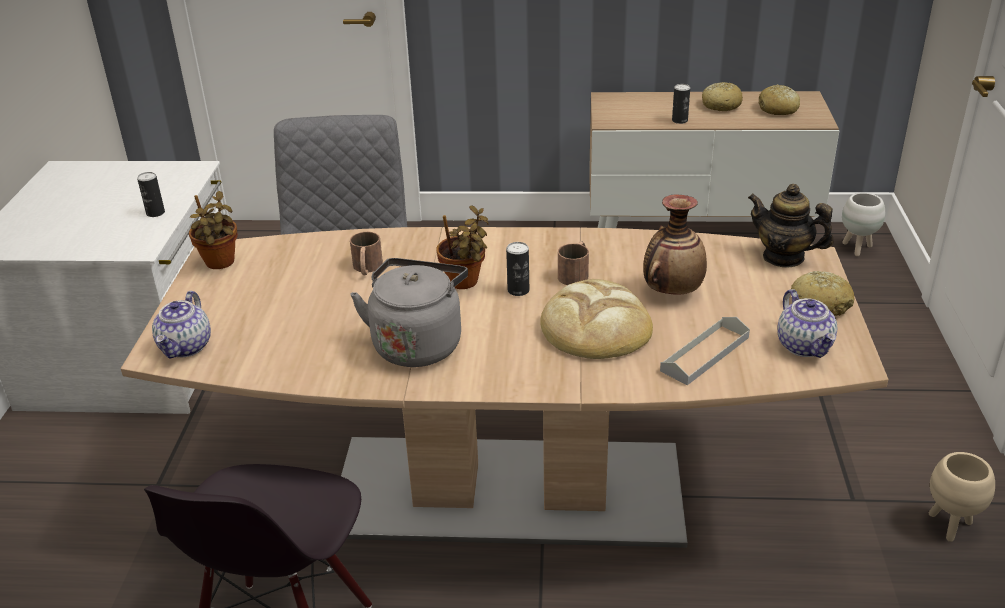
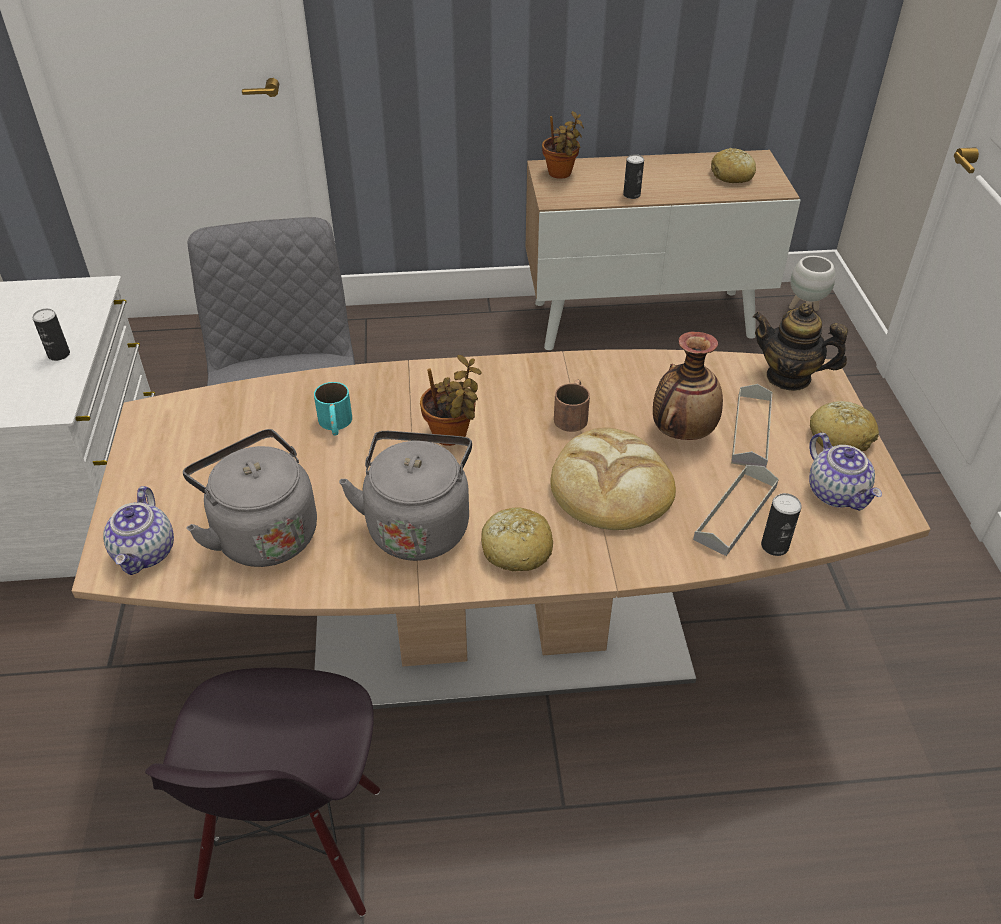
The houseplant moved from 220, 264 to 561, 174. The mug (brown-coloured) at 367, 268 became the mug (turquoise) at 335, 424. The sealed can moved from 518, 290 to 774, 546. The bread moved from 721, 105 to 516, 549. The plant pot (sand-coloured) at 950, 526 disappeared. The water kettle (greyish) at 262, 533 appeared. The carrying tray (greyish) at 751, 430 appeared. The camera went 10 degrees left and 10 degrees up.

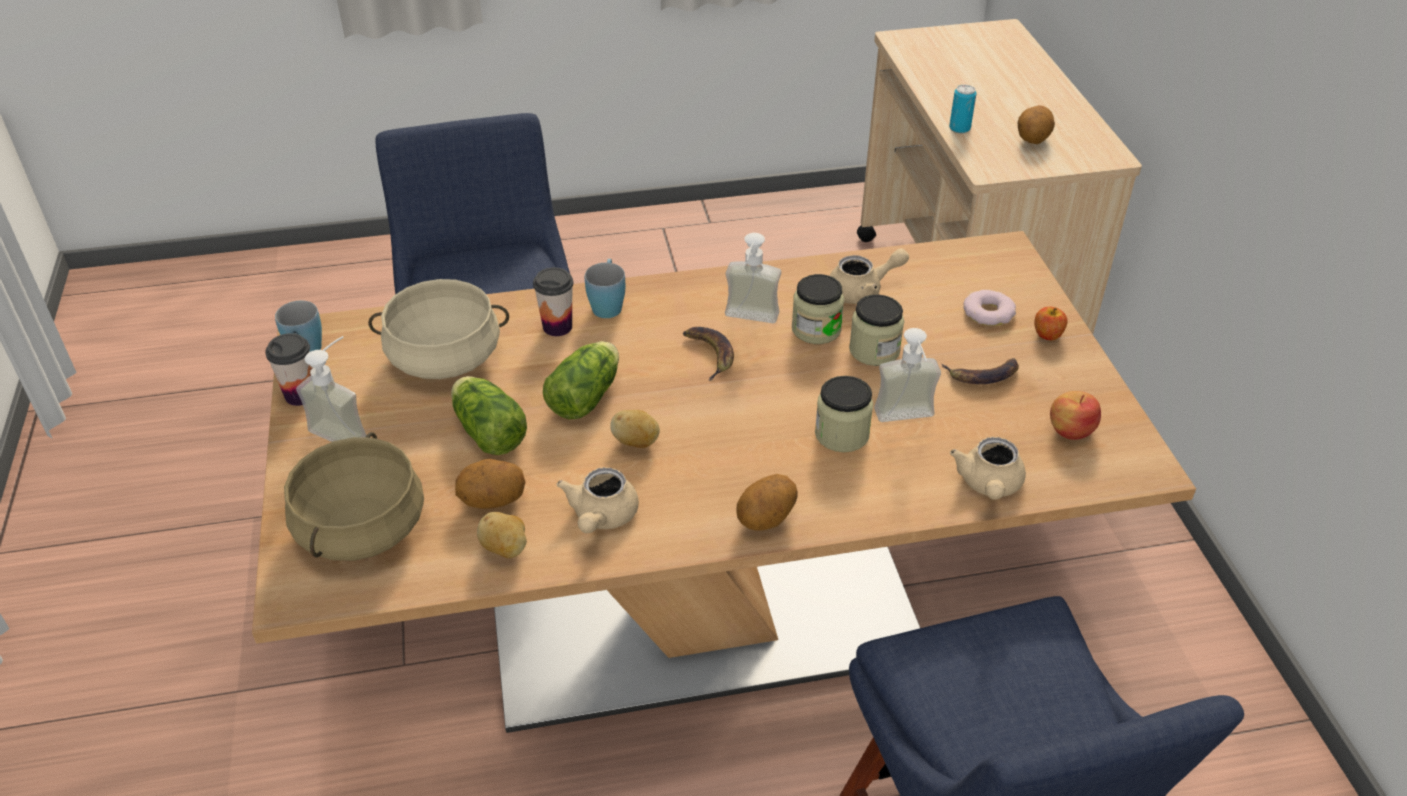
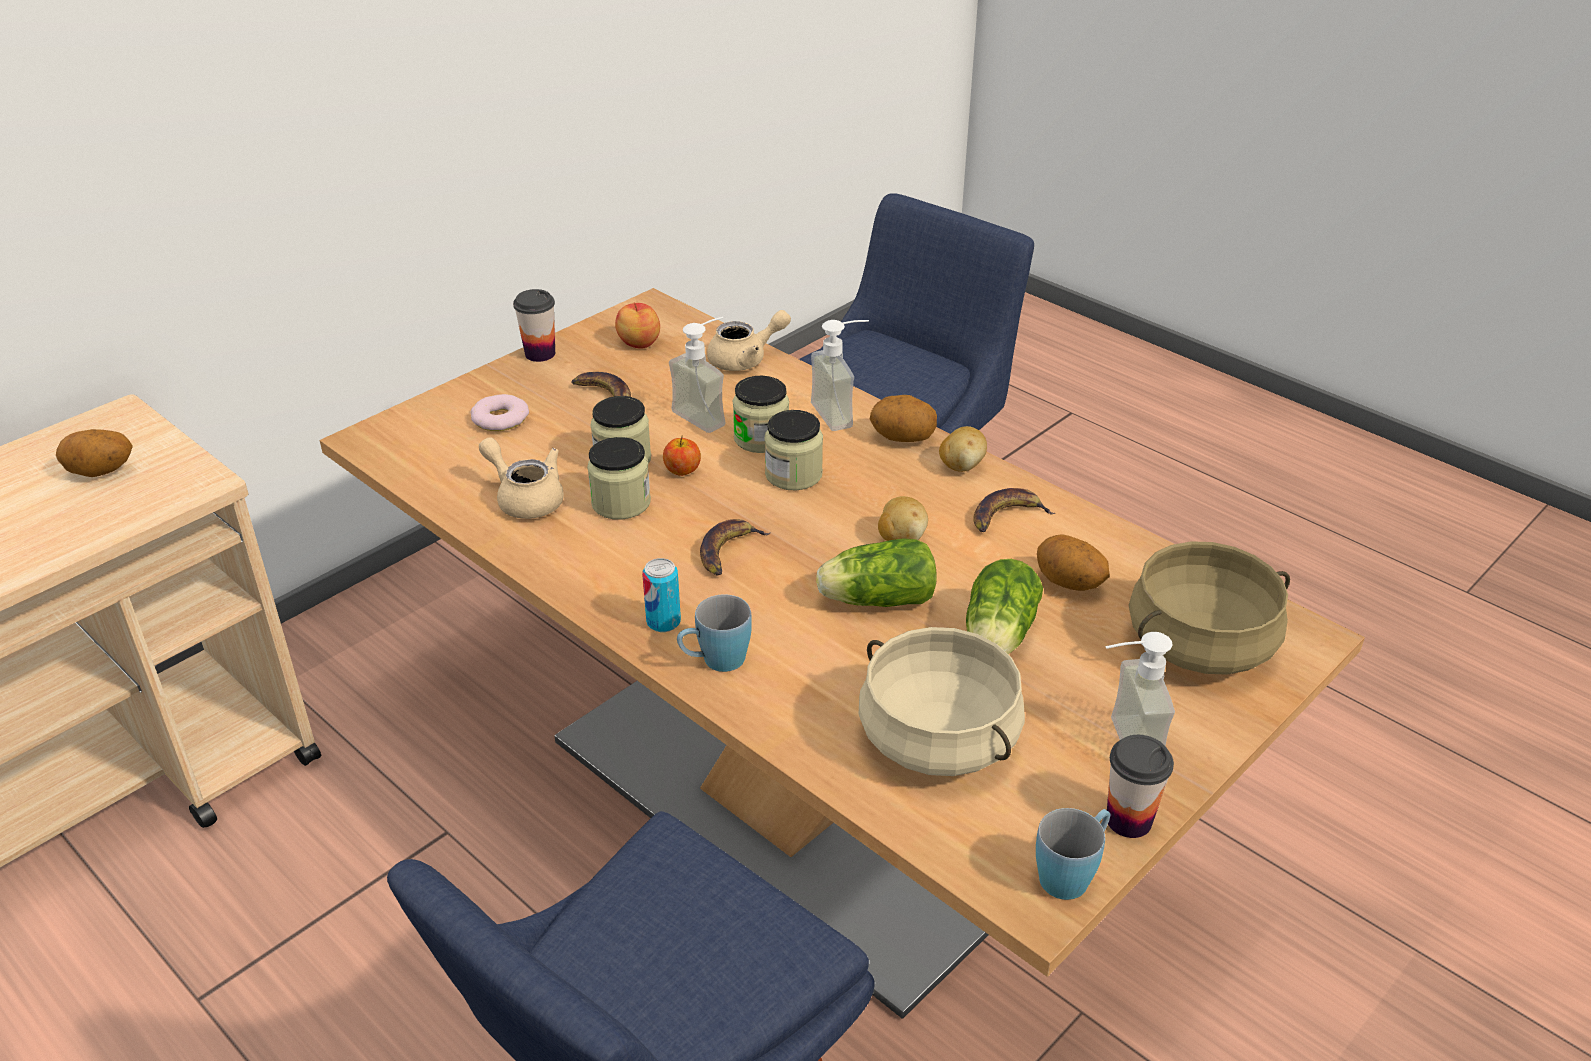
The whole potato moved from 505, 549 to 961, 466. The drinking cup moved from 557, 327 to 540, 354. The teapot (sand-coloured) at 601, 517 was replaced by the whole banana at 1006, 516. The soap dispenser moved from 749, 321 to 843, 413. The sealed can moved from 959, 128 to 663, 622. The whole apple moved from 1047, 335 to 682, 470. The preserve jar at 793, 474 appeared. The camera went 125 degrees left and 5 degrees down.

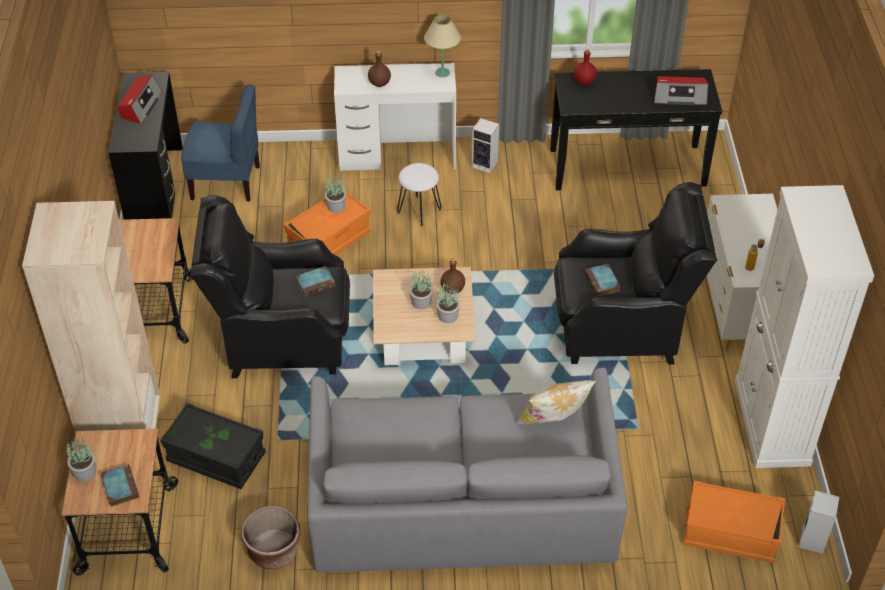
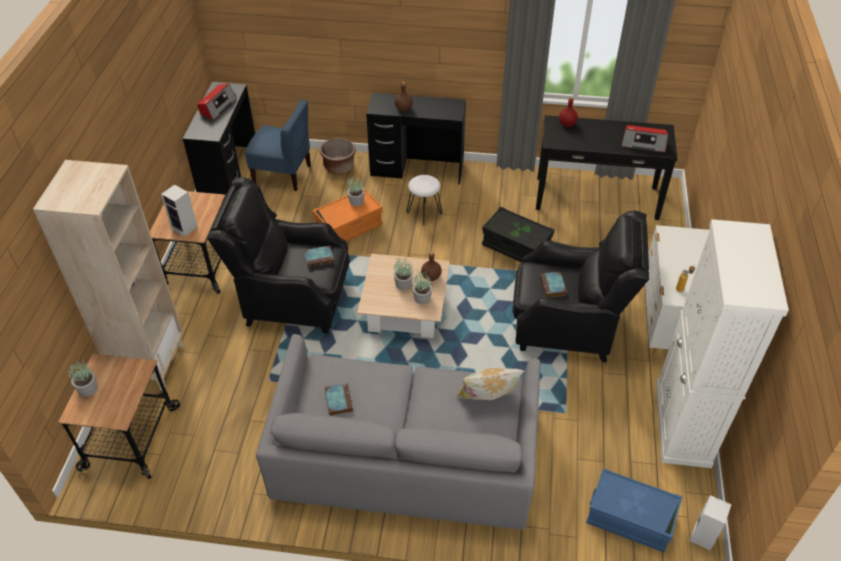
The book moved from 120, 487 to 338, 400. The storage container (blackish) moved from 216, 458 to 516, 247. The plant pot (brown-coloured) moved from 273, 551 to 339, 167. The desk (white-coloured) at 397, 155 became the desk (blackish) at 417, 169. The tabletop lamp (sand-coloured) at 442, 72 disappeared. The audio speaker moved from 485, 164 to 185, 228. The storage container (orangey) at 730, 533 became the storage container (blue-coloured) at 630, 519. The camera went 10 degrees right and 0 degrees up.

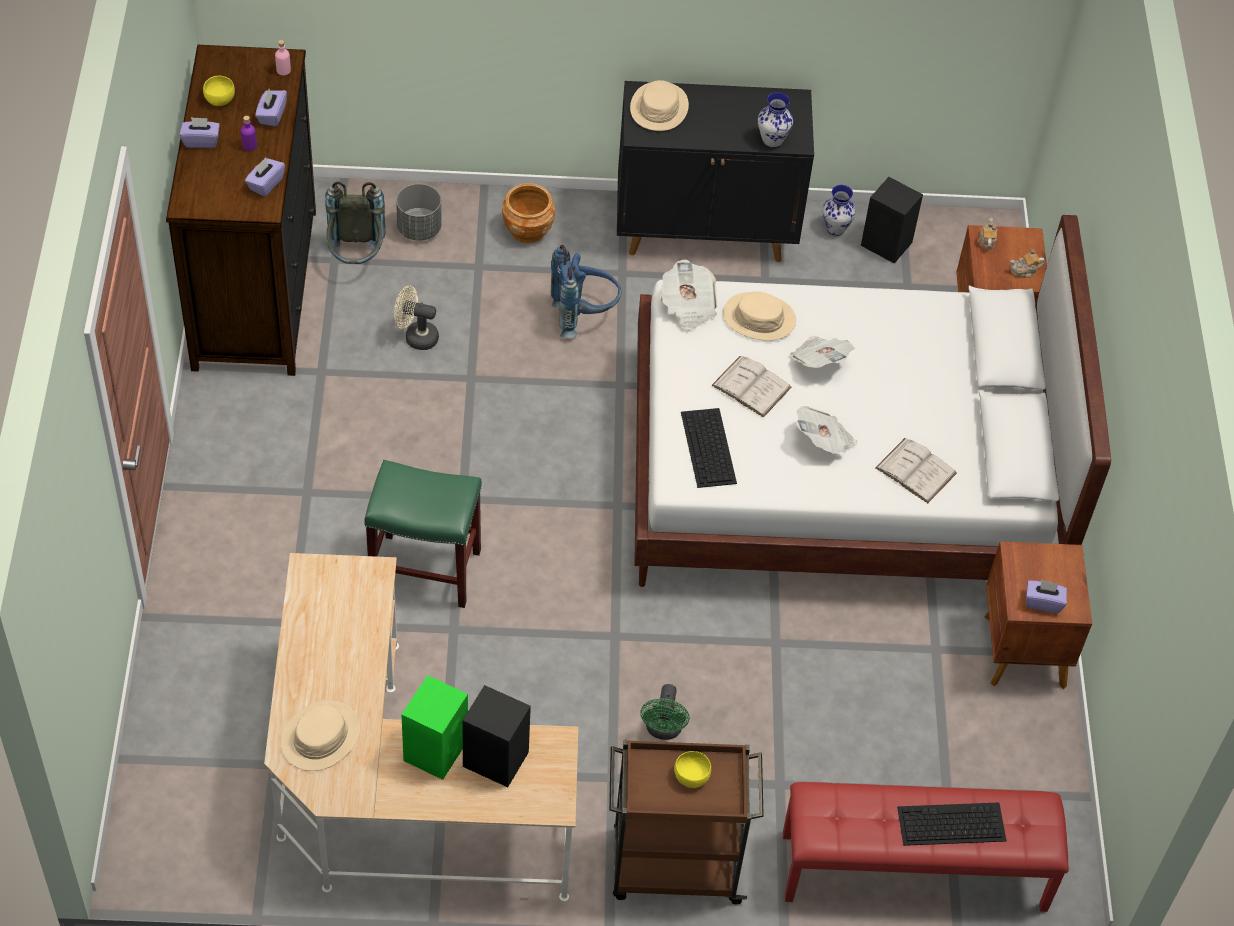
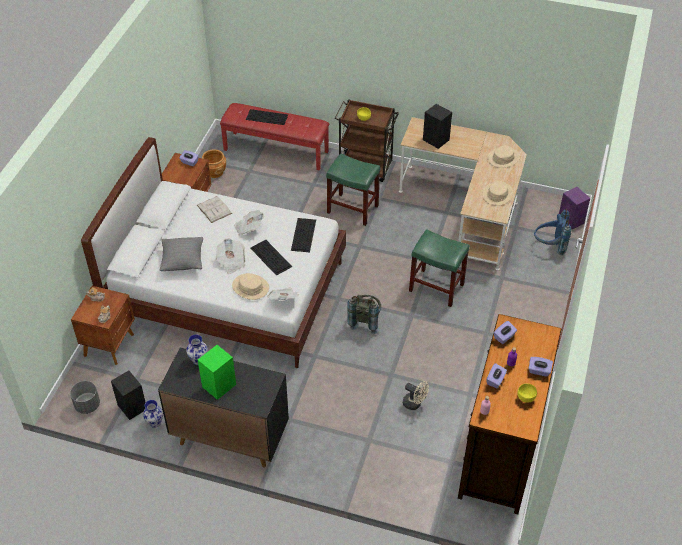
The backpack (greyish) moved from 356, 259 to 365, 321. The plant pot (greyish) moved from 419, 229 to 87, 405. The audio speaker (green-coloured) moved from 436, 749 to 218, 386. The plant pot (brown-coloured) moved from 527, 230 to 215, 172. The backpack (blue-coloured) moved from 583, 315 to 549, 246. The hat (sand-coloured) moved from 659, 108 to 497, 194. The fan (green-coloured) at 663, 730 was replaced by the stool (green-coloured) at 352, 209. The book (white-coloured) at 751, 386 was replaced by the keyboard at 270, 257. The throw pillow (greyish) at 183, 262 appeared. The audio speaker (purple) at 571, 221 appeared. The camera went 160 degrees left and 5 degrees down.

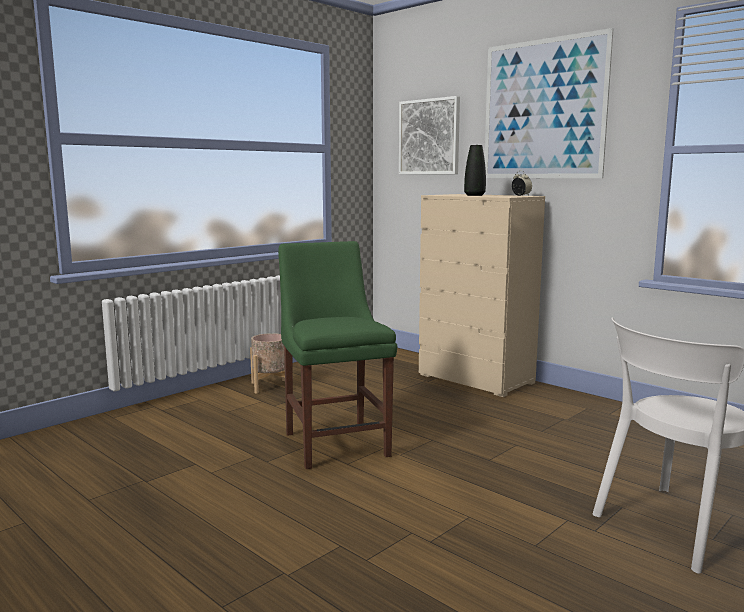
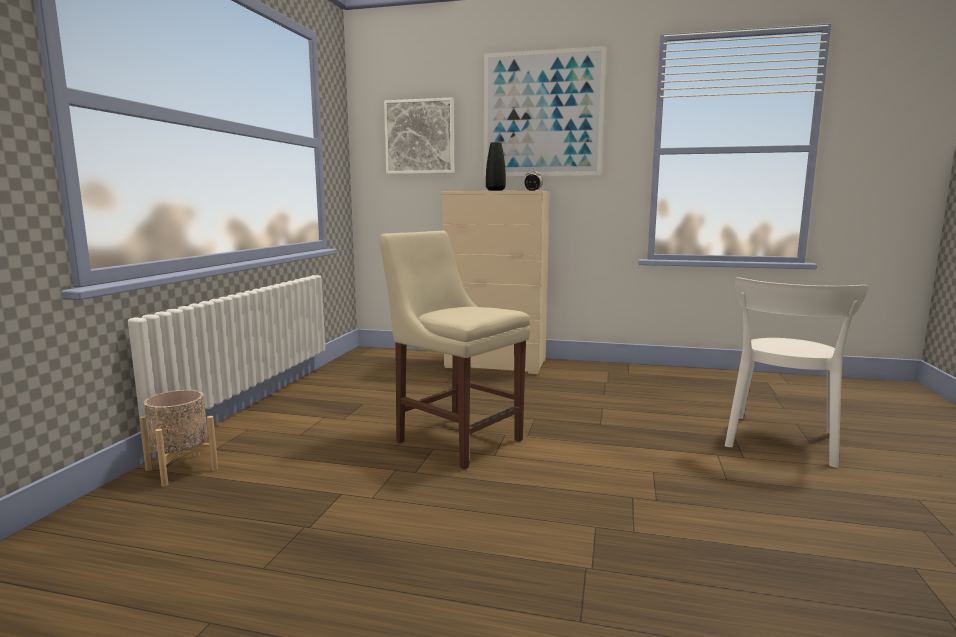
The plant pot (sand-coloured) moved from 270, 386 to 181, 469. The chair (green-coloured) at 335, 442 became the chair (sand-coloured) at 455, 439. The camera went 30 degrees left and 0 degrees up.

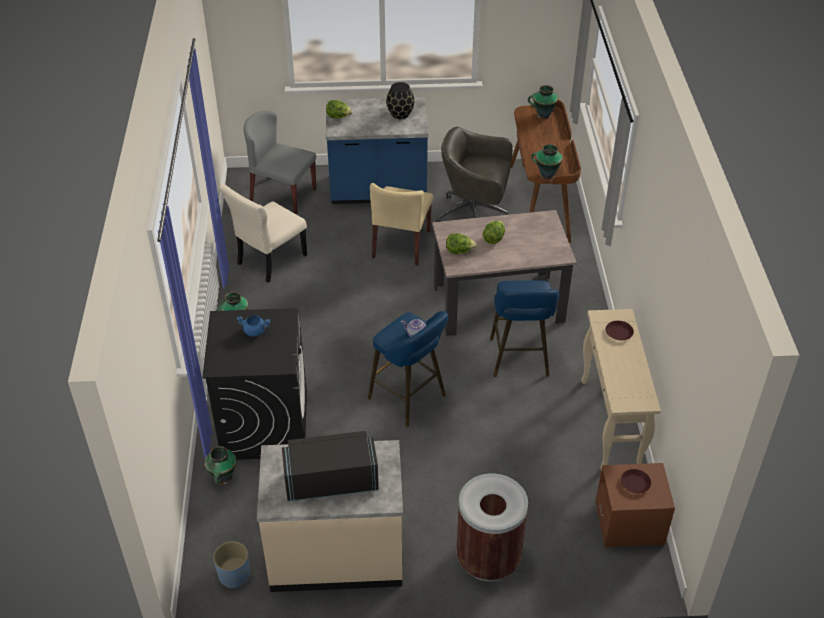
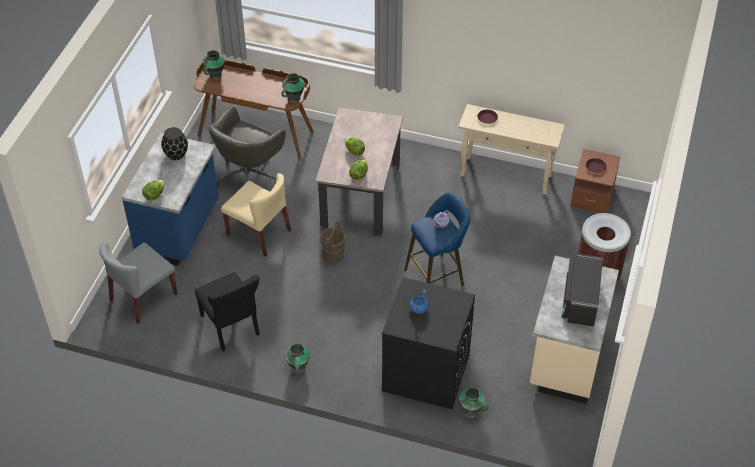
The plant pot (blue-coloured) at 234, 575 disappeared. The chair (sand-coloured) at 269, 261 became the chair (blackish) at 231, 327. The stool (blue-coloured) at 519, 360 disappeared. The water bucket (brown-coloured) at 333, 255 appeared. The camera went 70 degrees left and 5 degrees up.

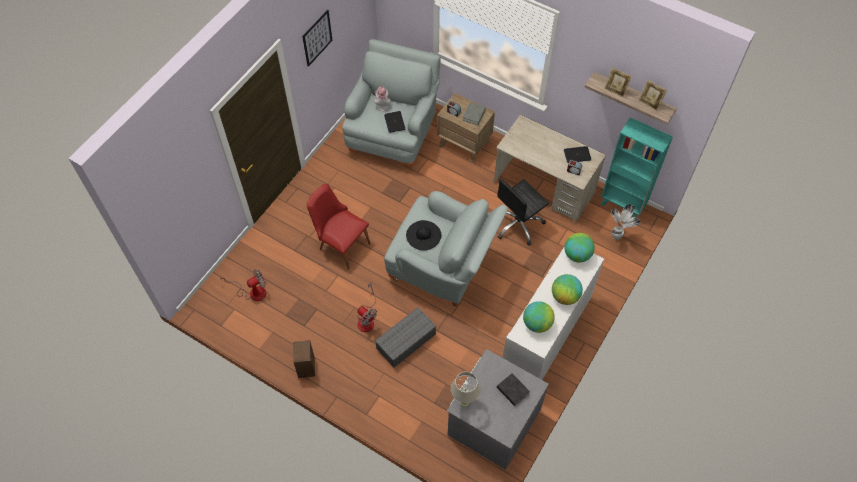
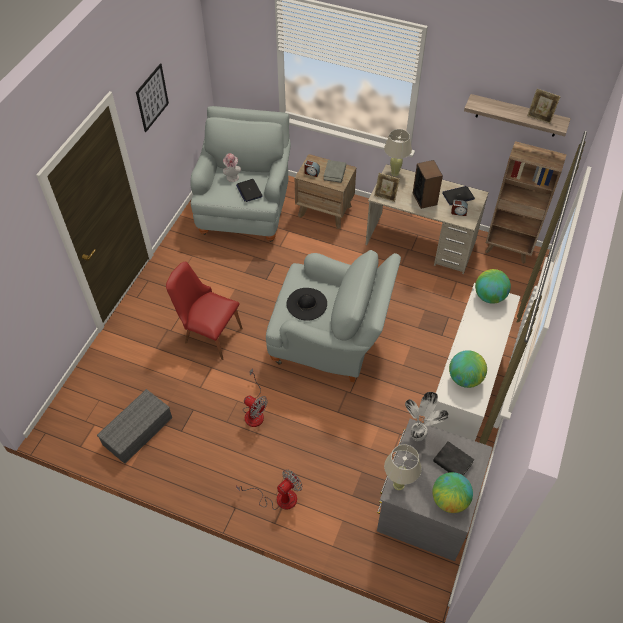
The fan moved from 252, 292 to 278, 498. The audio speaker moved from 306, 366 to 424, 198. The storage container (greyish) moved from 406, 342 to 137, 432. The desk chair (blackish) at 518, 224 disappeared. The world globe moved from 565, 296 to 449, 500. The shelving unit (turquoise) at 622, 205 became the shelving unit (brown-coloured) at 508, 250. The picture frame moved from 615, 90 to 385, 196. The houseplant moved from 617, 237 to 418, 437. The tabletop lamp (sand-coloured) at 394, 173 appeared. The camera went 10 degrees left and 5 degrees down.

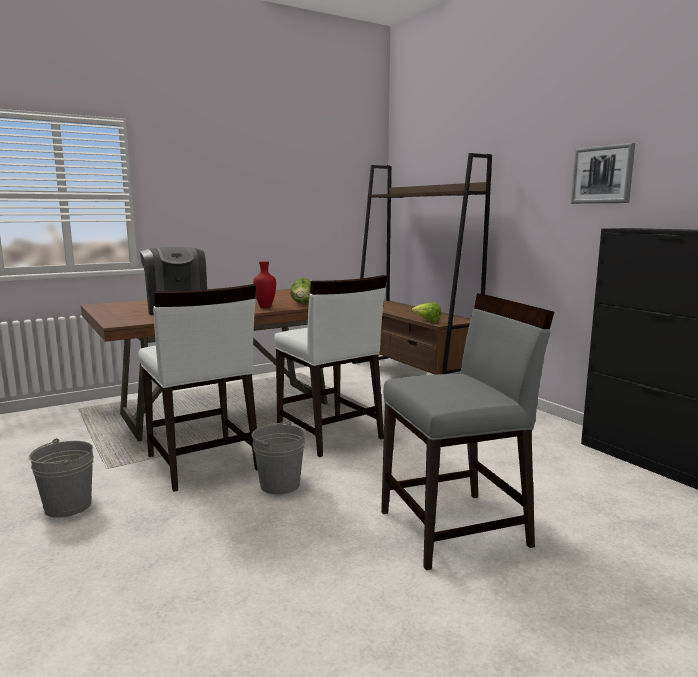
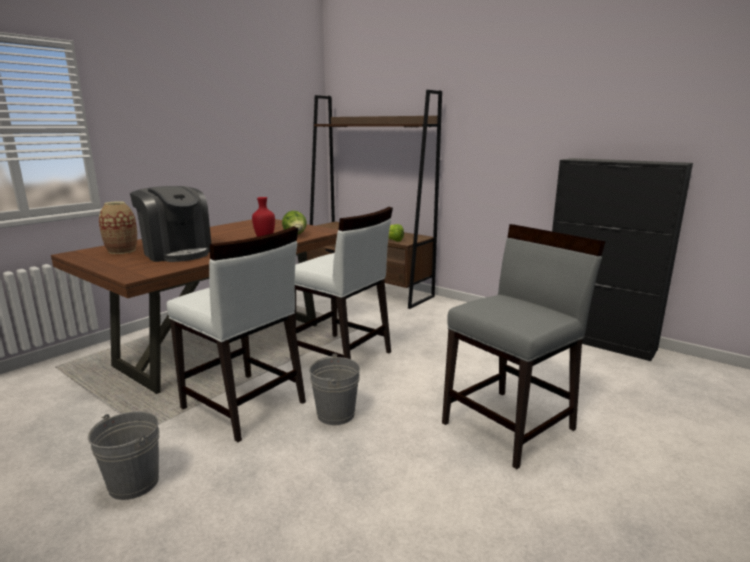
The wall picture at 602, 175 disappeared. The decorative vase at 122, 251 appeared. The camera went 20 degrees left and 5 degrees up.

